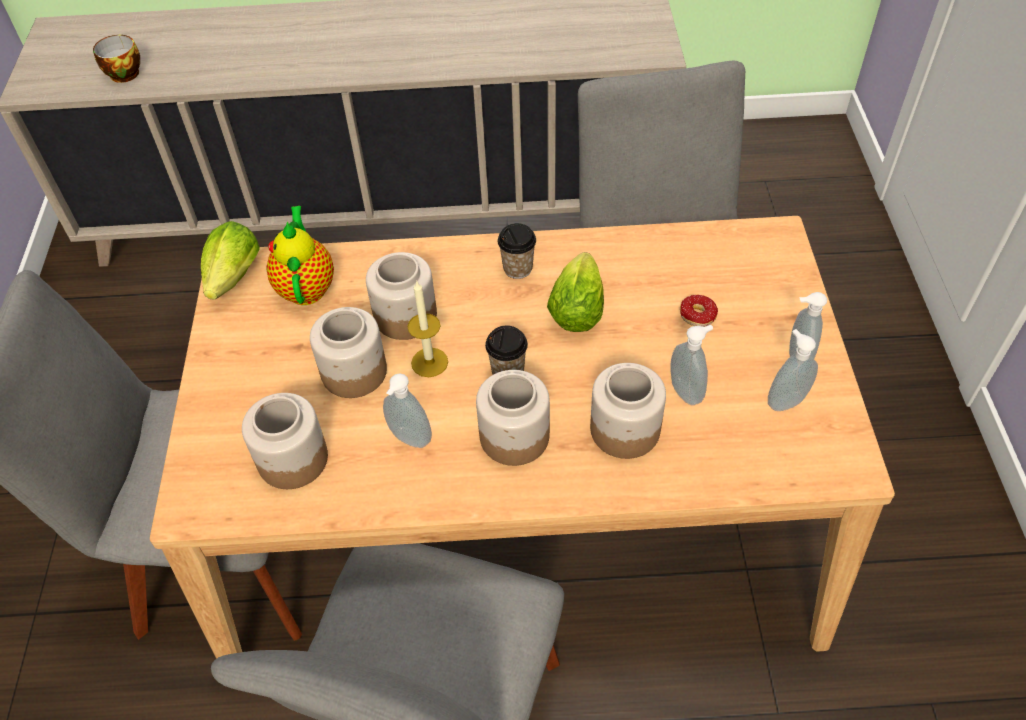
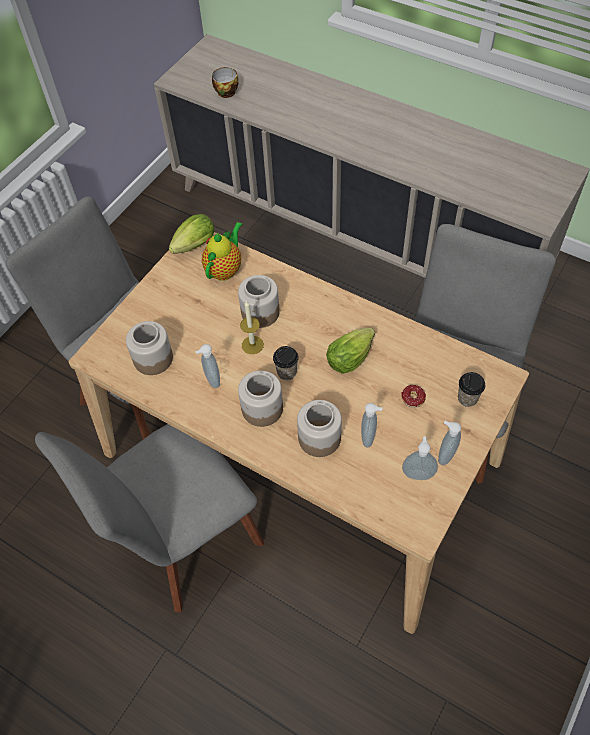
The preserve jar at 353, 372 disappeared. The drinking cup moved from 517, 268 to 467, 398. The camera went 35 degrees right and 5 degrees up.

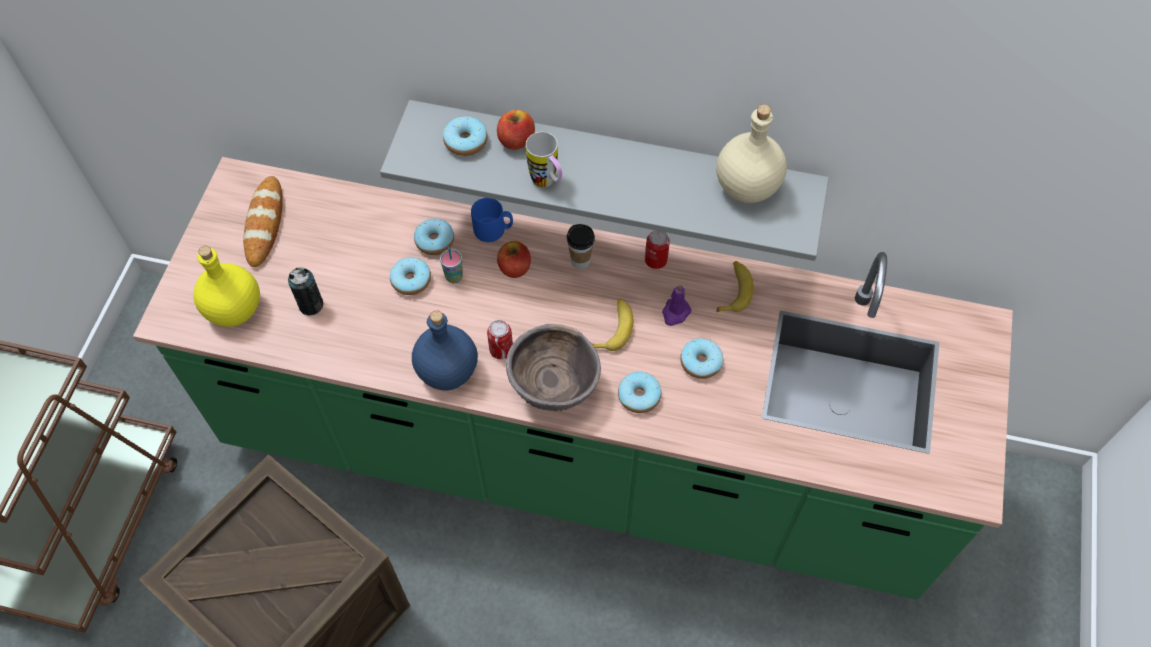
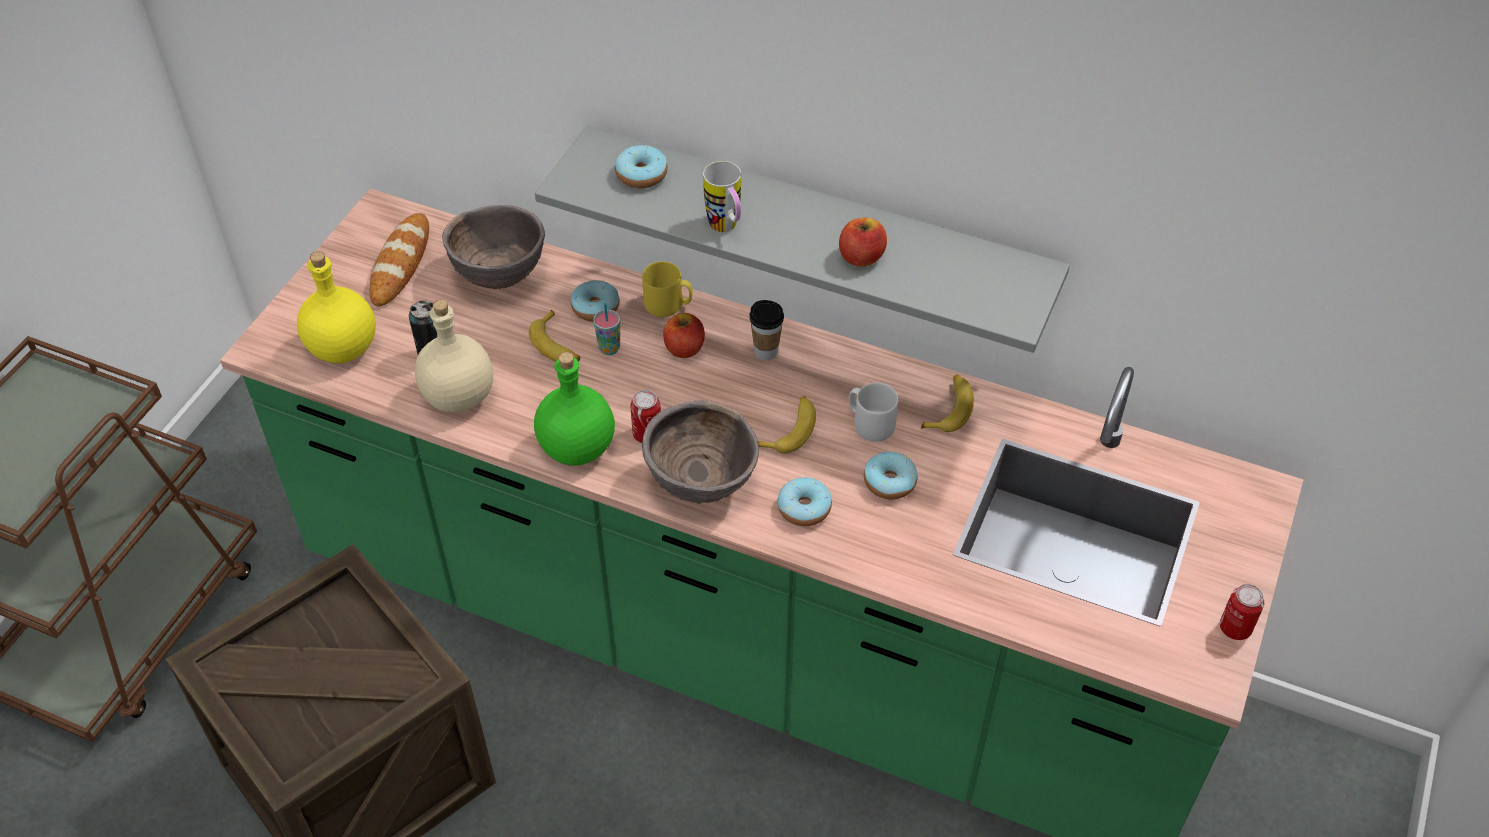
The donut at 411, 280 was replaced by the whole banana at 557, 345. The beverage bottle (blue-coloured) at 448, 372 became the beverage bottle (green-coloured) at 577, 449. The mug (blue-coloured) at 493, 230 became the mug (yellow-coloured) at 668, 305. The whole apple moved from 516, 140 to 861, 257. The sealed can moved from 655, 260 to 1235, 628. The wax candle (purple) at 675, 313 was replaced by the mug (greyish) at 870, 423. The beverage bottle (sand-coloured) moved from 748, 186 to 460, 396. The serving bowl (brown-coloured) at 500, 277 appeared. The camera went 10 degrees right and 10 degrees down.

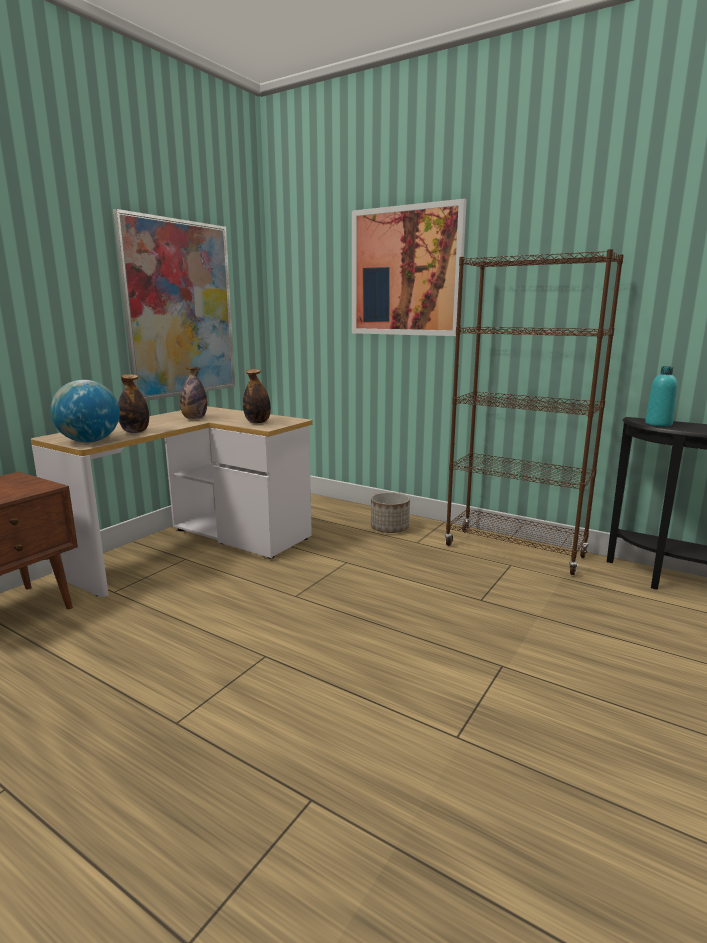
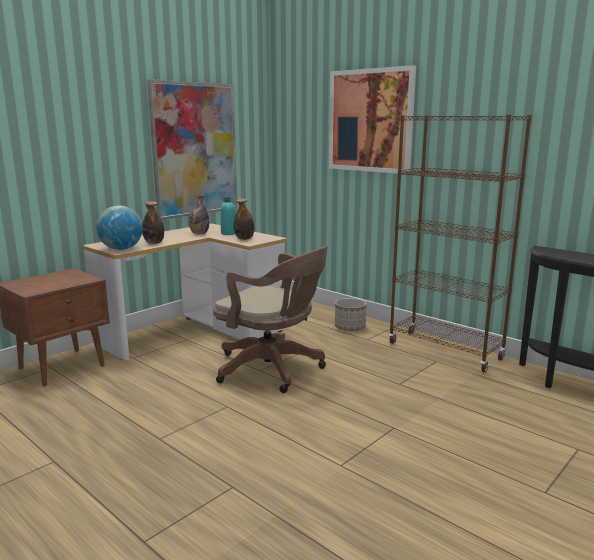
The beverage bottle (turquoise) moved from 658, 424 to 228, 233. The desk chair (brown-coloured) at 273, 370 appeared. The camera went 10 degrees right and 0 degrees up.

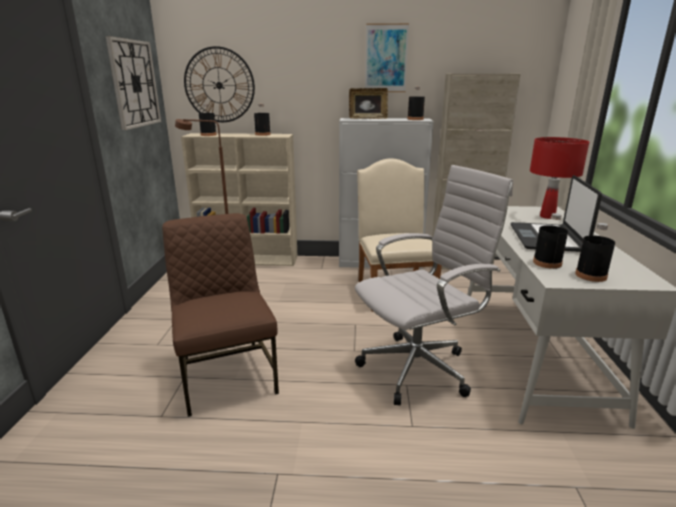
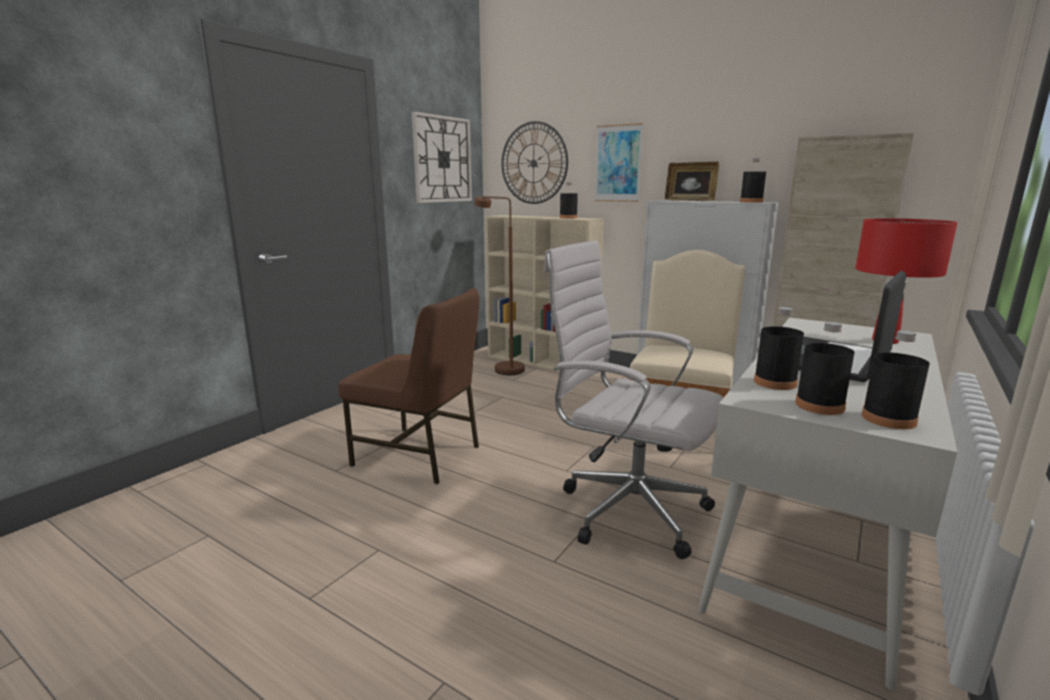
The chair (brown-coloured) at 227, 375 turned 105 degrees clockwise. The beverage bottle (blackish) moved from 208, 135 to 888, 419. The desk chair (white-coloured) at 420, 368 turned 150 degrees counterclockwise. The wall picture moved from 386, 58 to 618, 163. The camera went 30 degrees right and 5 degrees down.

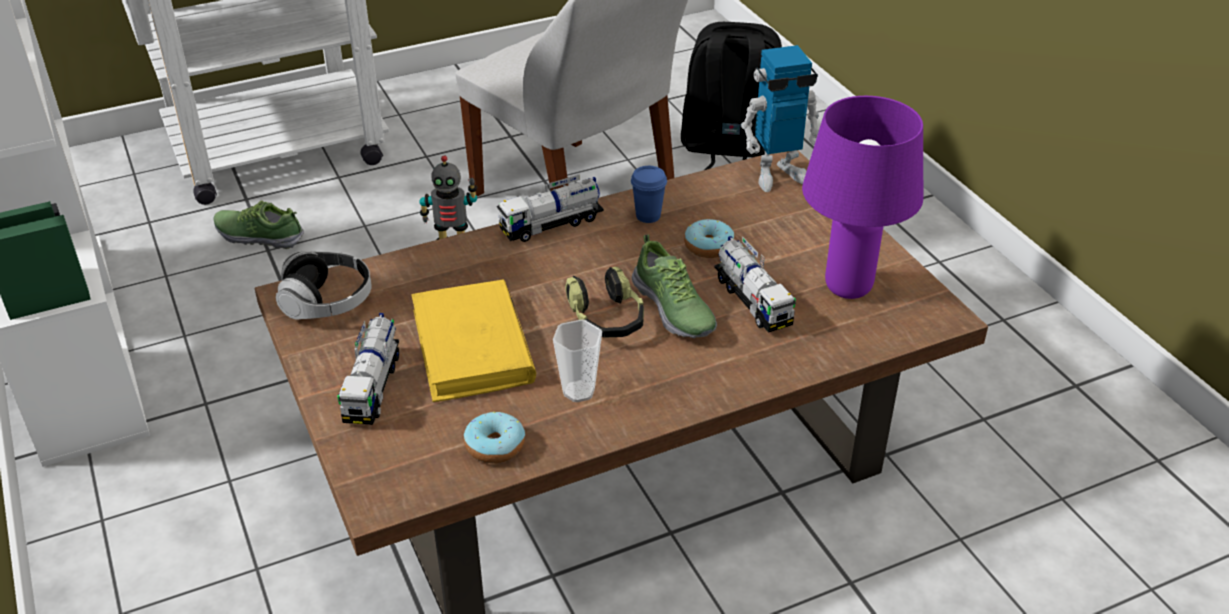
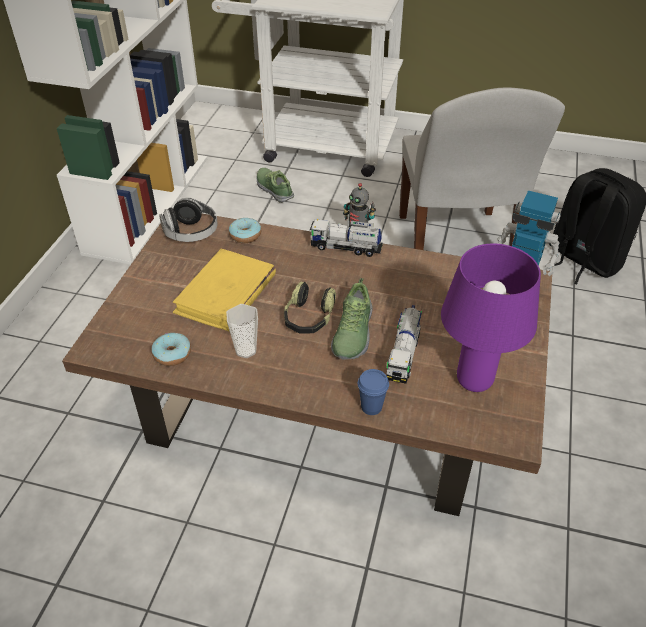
The toy lorry at 373, 386 disappeared. The drinking cup (blue-coloured) moved from 648, 216 to 371, 407. The donut moved from 708, 246 to 245, 235. The camera went 40 degrees right and 5 degrees up.

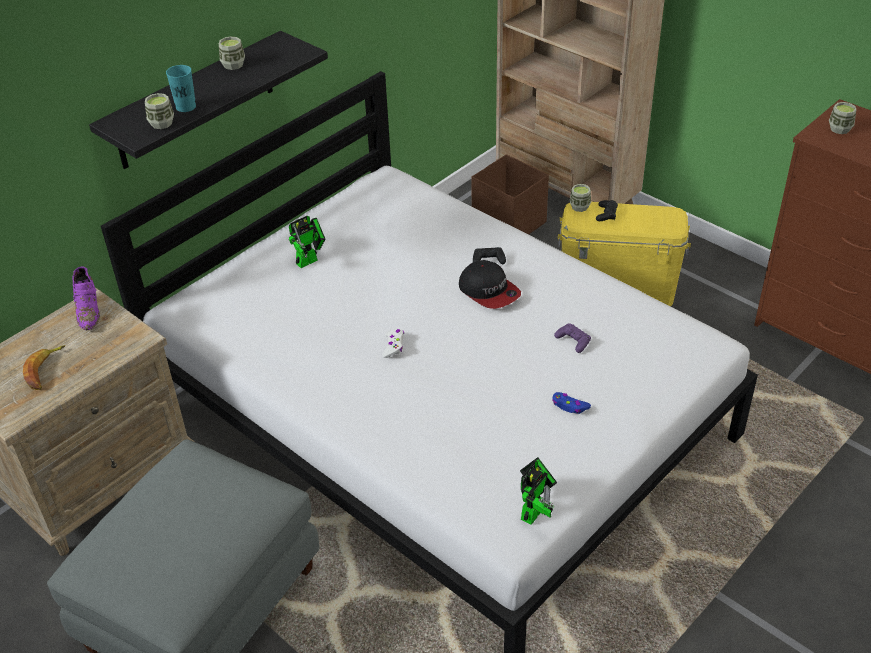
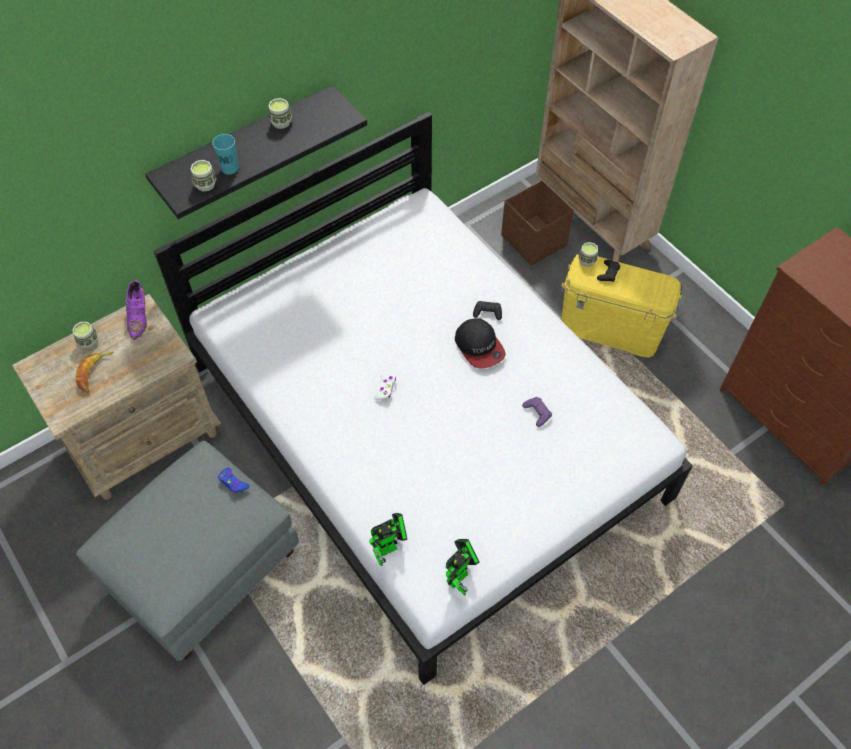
The model robot moved from 309, 260 to 389, 547. The joypad (blue-coloured) moved from 569, 406 to 233, 483. The drinking cup moved from 839, 129 to 88, 342. The camera went 10 degrees right and 15 degrees up.

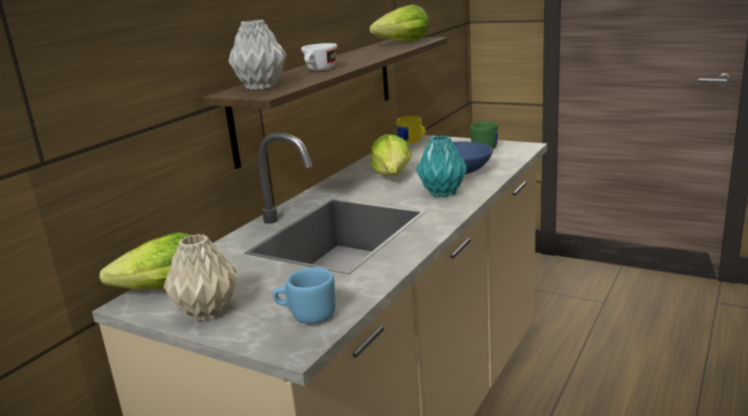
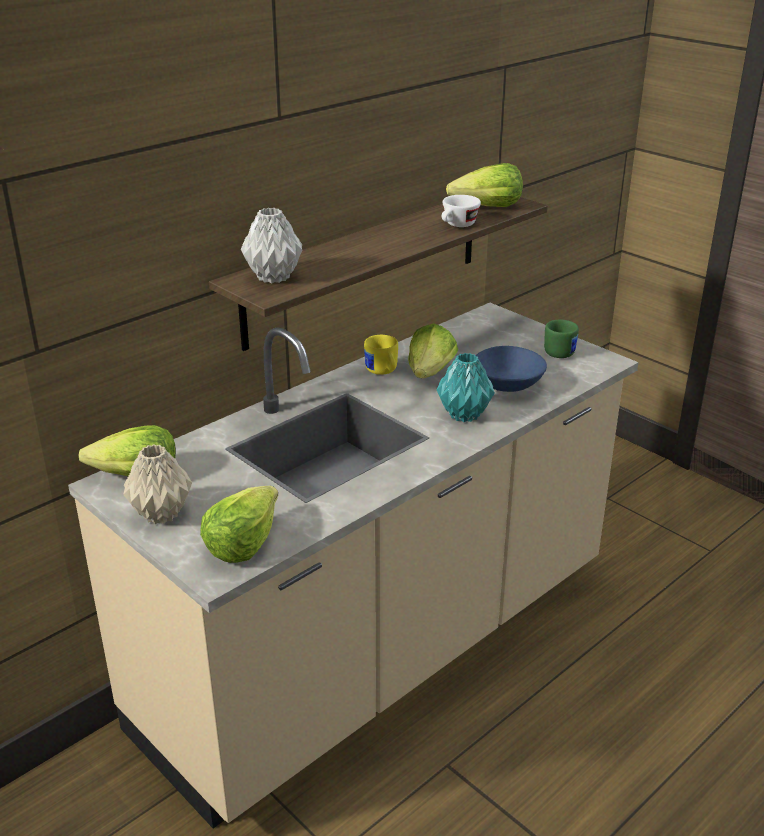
The mug (blue-coloured) at 307, 315 was replaced by the lettuce head at 242, 542. The drinking cup (white-coloured) moved from 319, 70 to 457, 225. The mug (yellow-coloured) moved from 412, 142 to 383, 372. The camera went 15 degrees right and 10 degrees up.

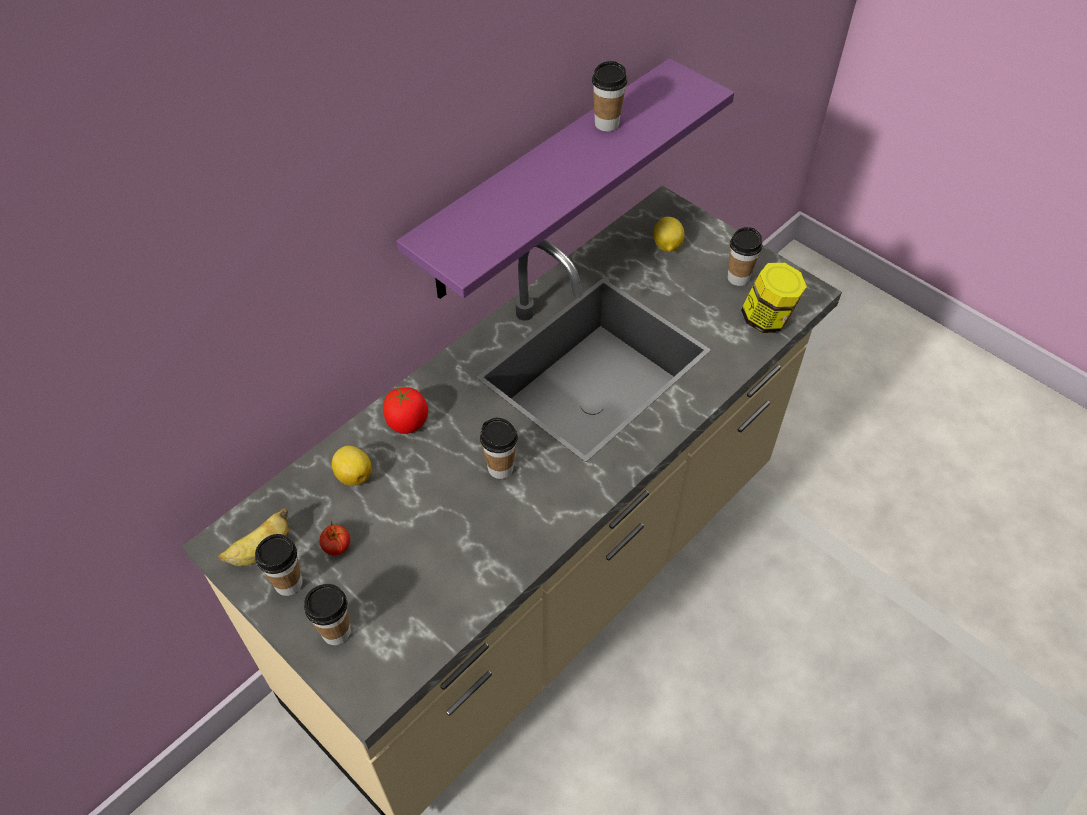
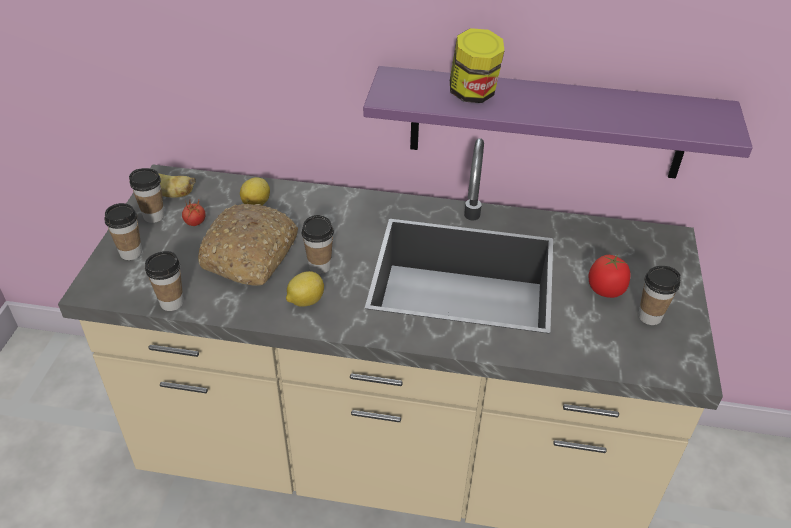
The whole tomato moved from 408, 423 to 605, 290. The drinking cup moved from 606, 124 to 171, 302. The whole lemon moved from 667, 246 to 305, 301. The preserve jar moved from 767, 319 to 473, 94. The bread at 250, 255 appeared. The camera went 55 degrees right and 10 degrees down.

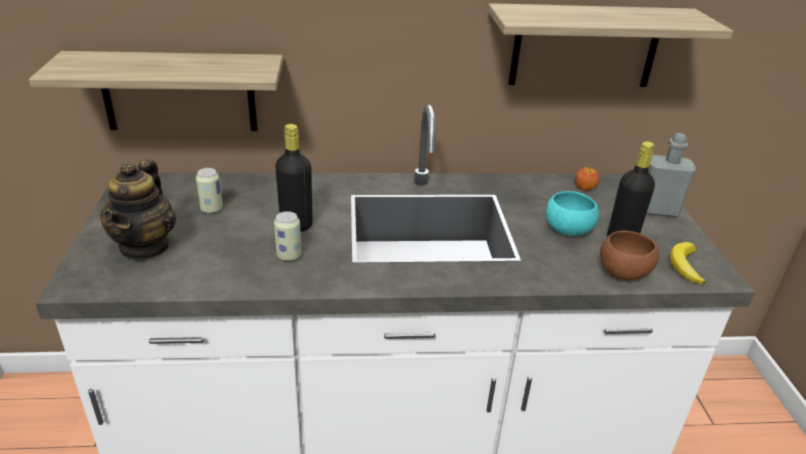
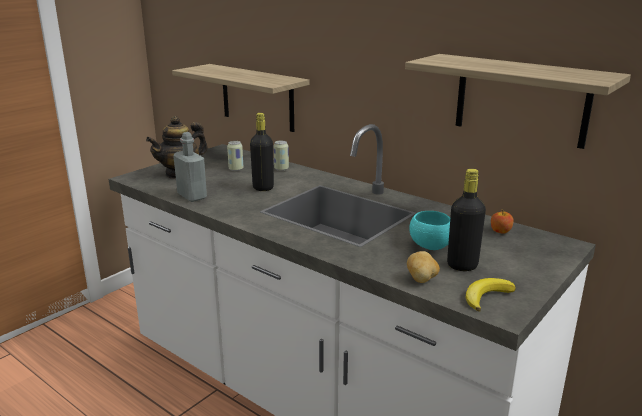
The sealed can moved from 289, 255 to 281, 169. The serving bowl (brown-coloured) at 623, 273 was replaced by the whole potato at 421, 279. The beverage bottle (greyish) moved from 657, 210 to 192, 196. The camera went 45 degrees right and 10 degrees down.

